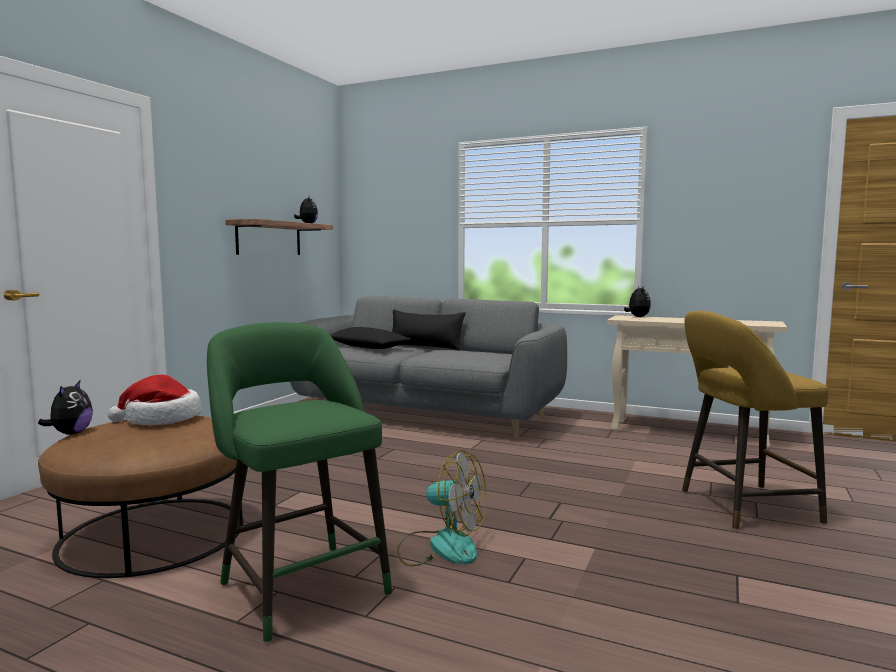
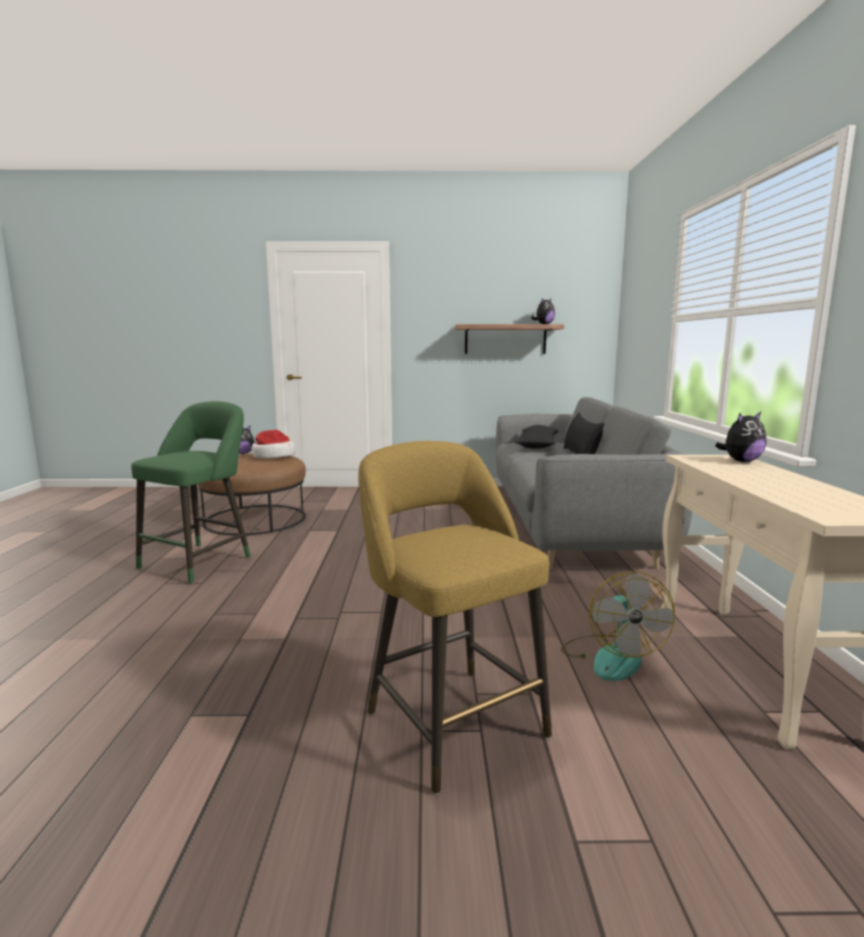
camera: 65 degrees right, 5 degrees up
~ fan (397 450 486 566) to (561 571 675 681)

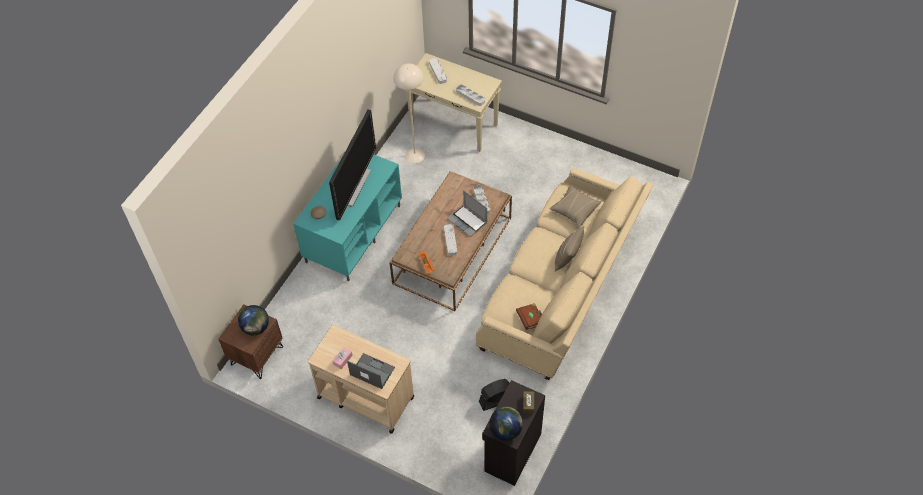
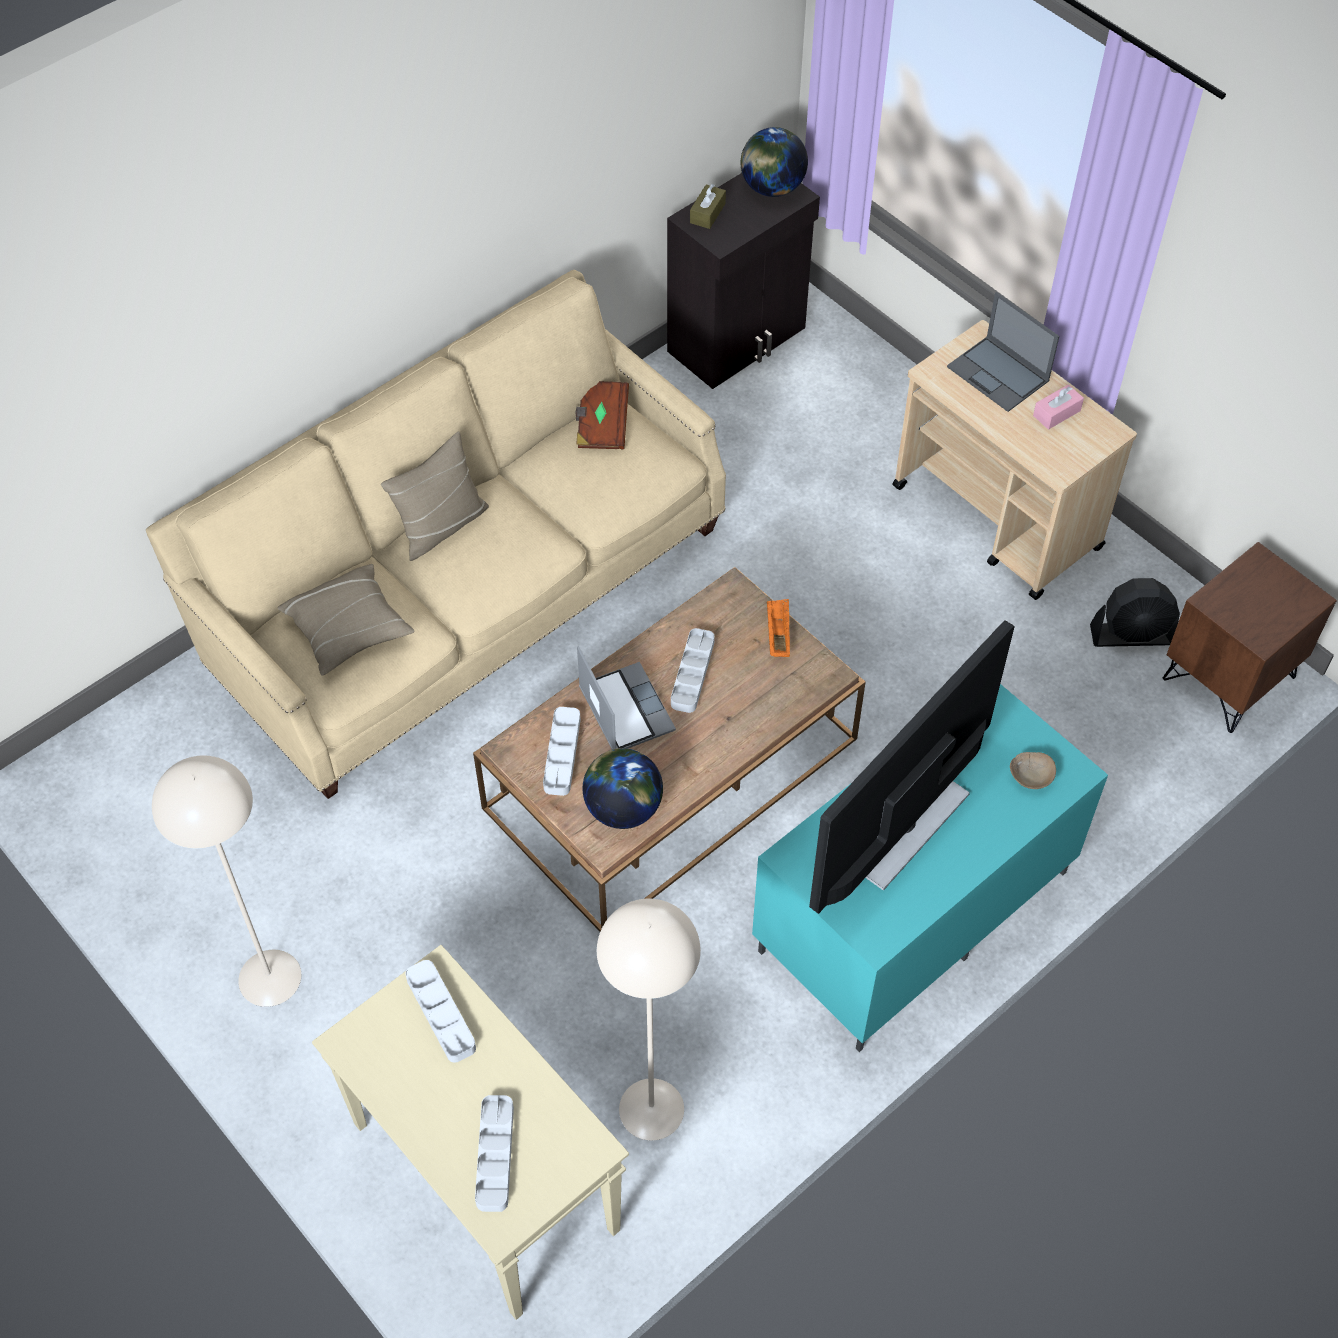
camera: 160 degrees left, 0 degrees up
+ beige floor lamp (152 756 301 1007)
~ globe (238 305 269 335) to (583 748 663 829)
~ black fan (479 379 509 411) to (1090 578 1180 647)

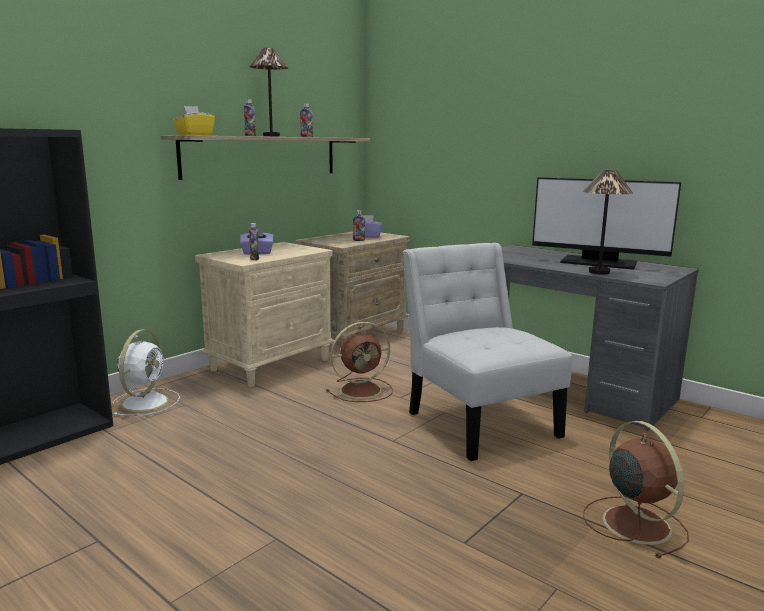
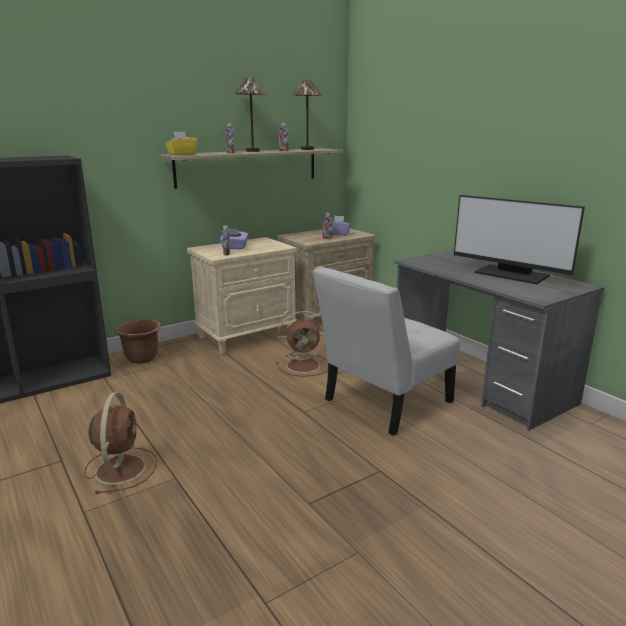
camera: 15 degrees right, 5 degrees up
~ brown fan (583 421 689 558) to (84 392 157 494)
~ white fan (112 329 180 416) to brown planter (115 319 161 364)
~ table lamp (583 170 633 275) to (293 80 322 150)
~ white chair (403 243 572 461) = (313 266 460 436) 120 degrees counterclockwise

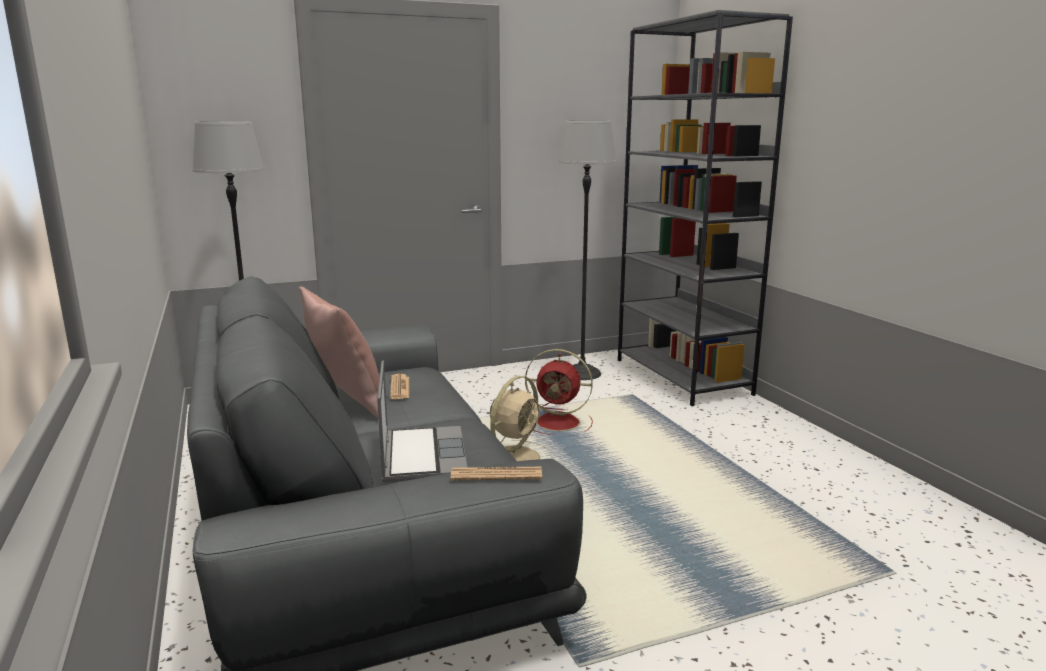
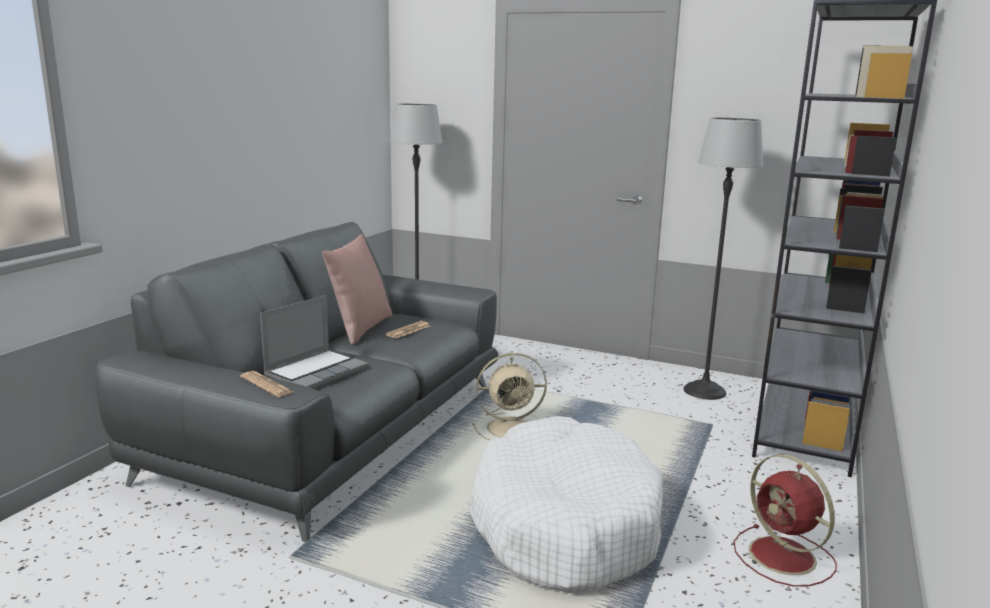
camera: 45 degrees right, 0 degrees up
+ white dog bed (469 416 663 593)
~ red fan (525 349 593 435) to (733 454 837 587)

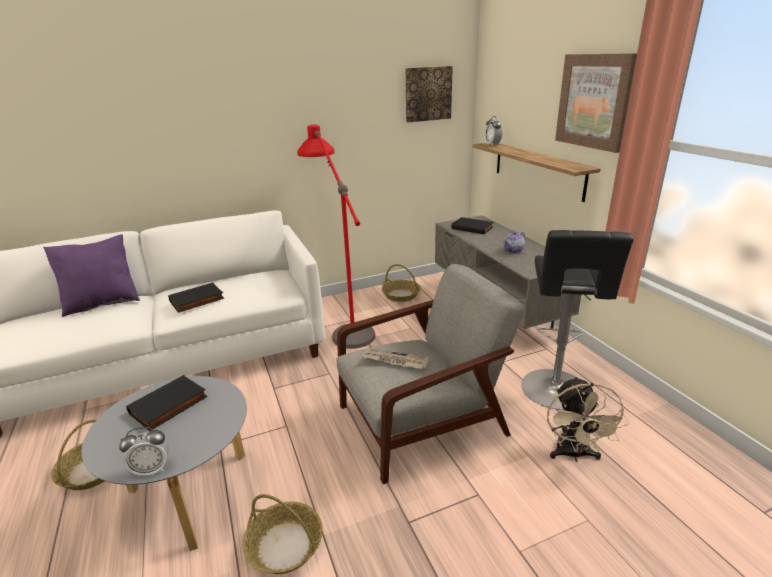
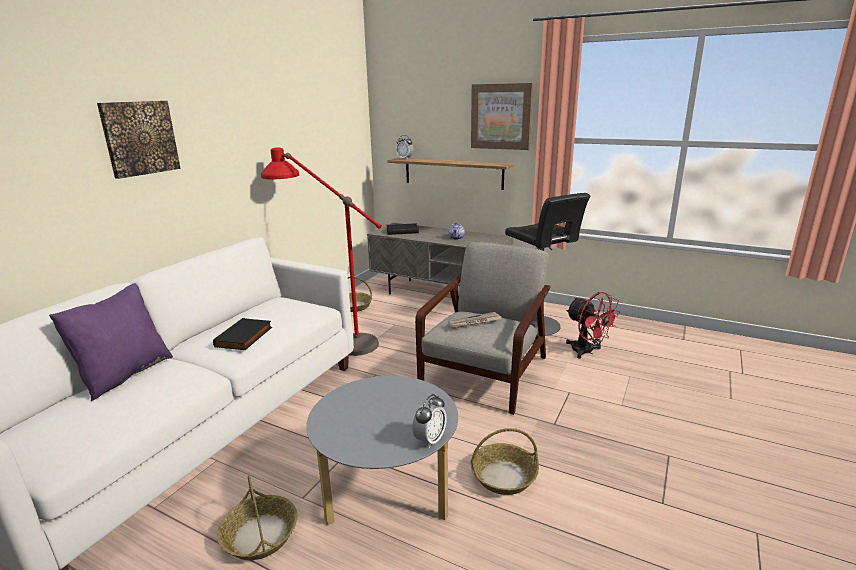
camera: 40 degrees left, 5 degrees down
~ picture (405 66 453 122) to (97 101 181 179)
~ beige fan (547 376 629 462) to red fan (566 292 619 359)
- black book (126 375 207 431)

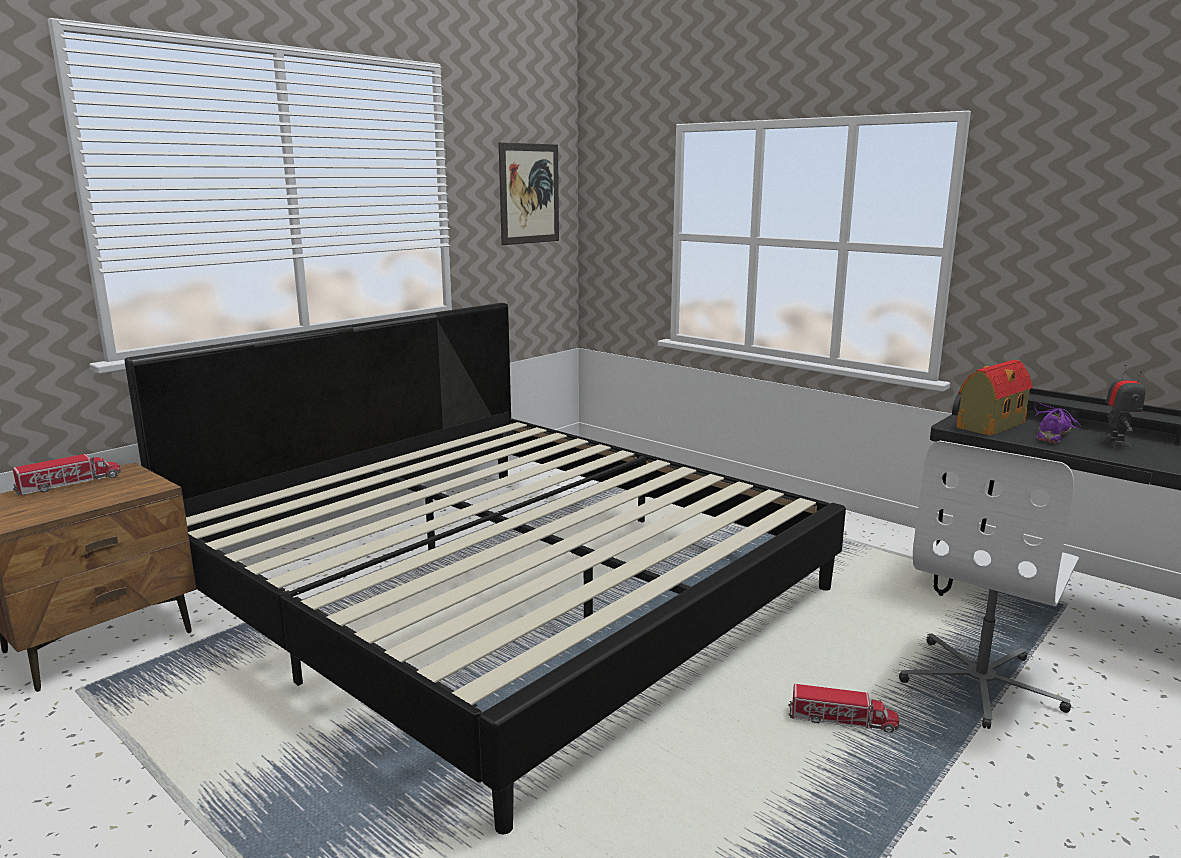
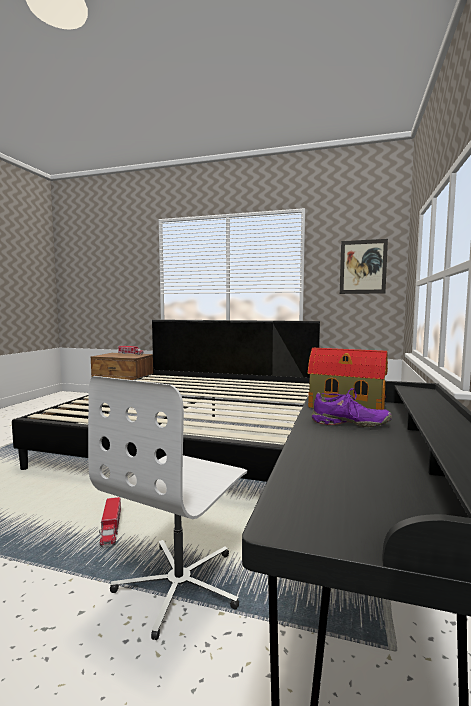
camera: 65 degrees right, 10 degrees down
~ white office chair (899 441 1079 729) = (88 376 247 640) 75 degrees counterclockwise
- toy robot (1105 365 1146 448)

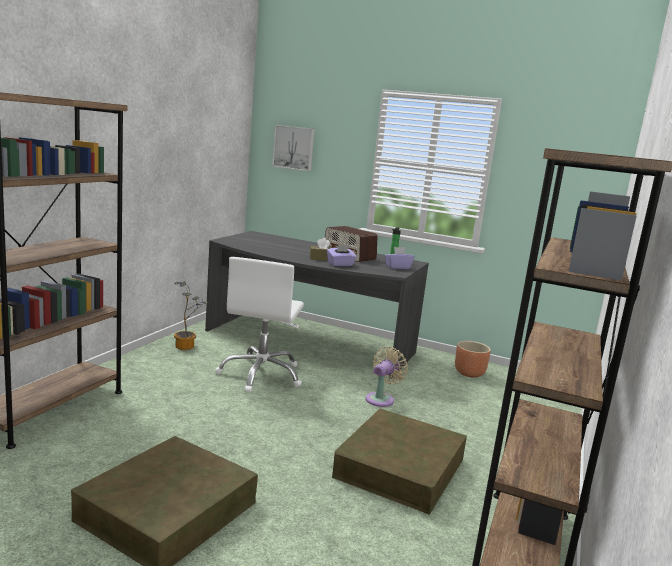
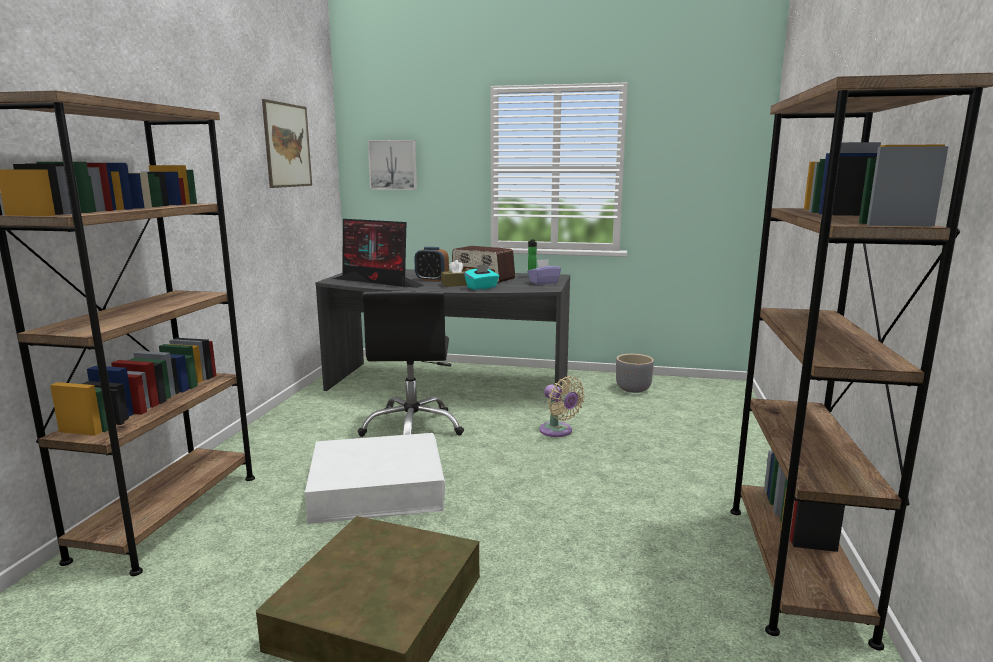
camera: 10 degrees left, 0 degrees up
+ picture (262 99 312 188)
+ white storage box (304 433 445 524)
+ monitor (333 219 425 288)
~ white office chair (215 257 304 393) to black office chair (358 291 464 437)
+ alarm clock (414 247 449 281)
~ purple tissue box (327 245 357 266) to turquoise tissue box (464 264 499 290)
~ beige fan (365 347 408 407) = (539 376 585 437) 120 degrees clockwise
~ brown planter (455 341 491 378) to grey planter (616 354 654 393)
- potted plant (174 281 208 350)
- brown storage box (332 409 467 515)

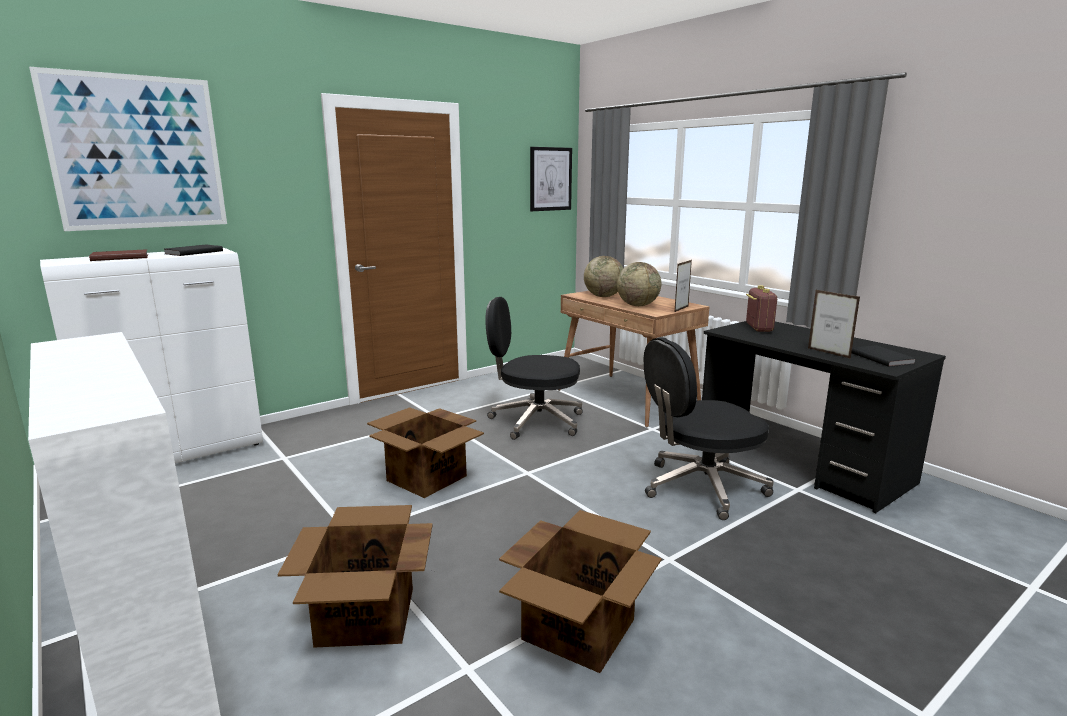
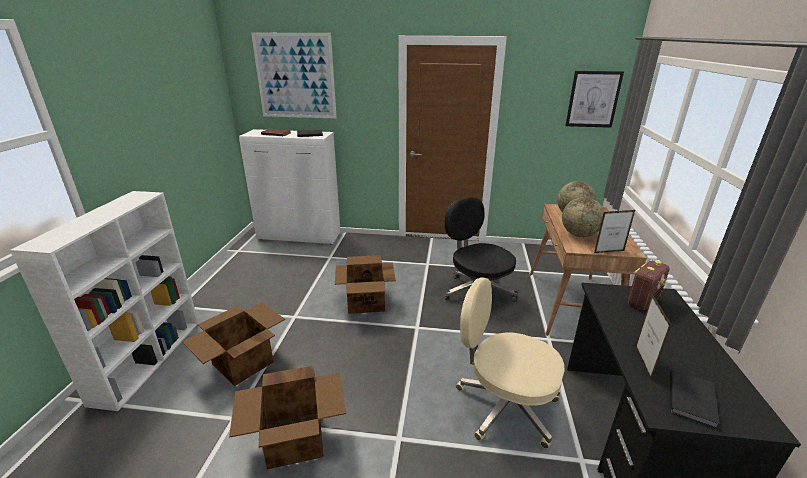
camera: 45 degrees right, 10 degrees up
~ black office chair (644 337 774 520) to beige office chair (456 277 564 449)

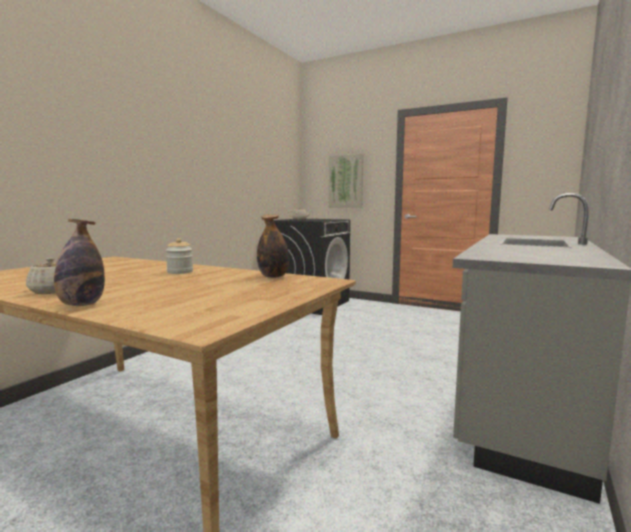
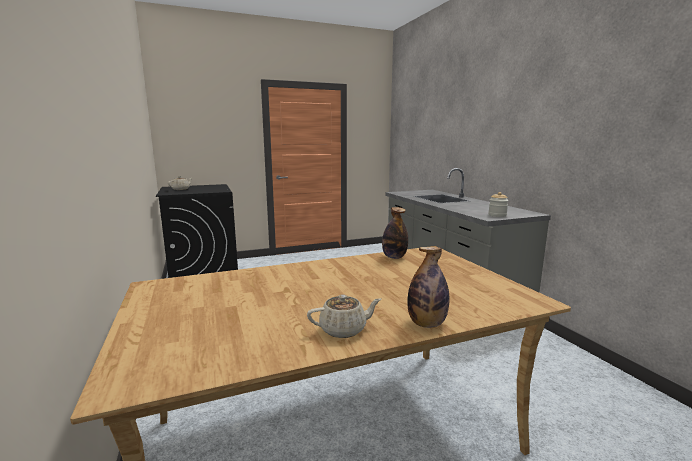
camera: 50 degrees left, 5 degrees up
~ jar (166 238 193 274) to (488 192 509 217)
- picture (329 154 364 208)

